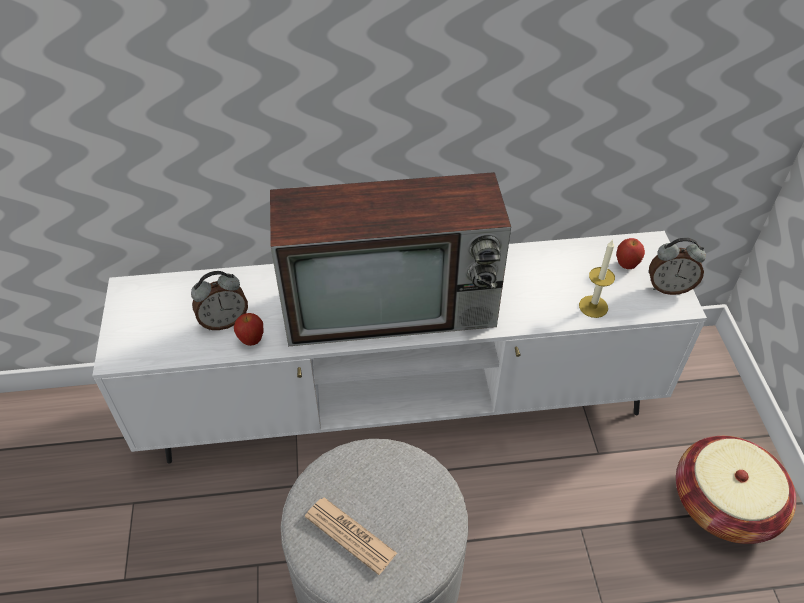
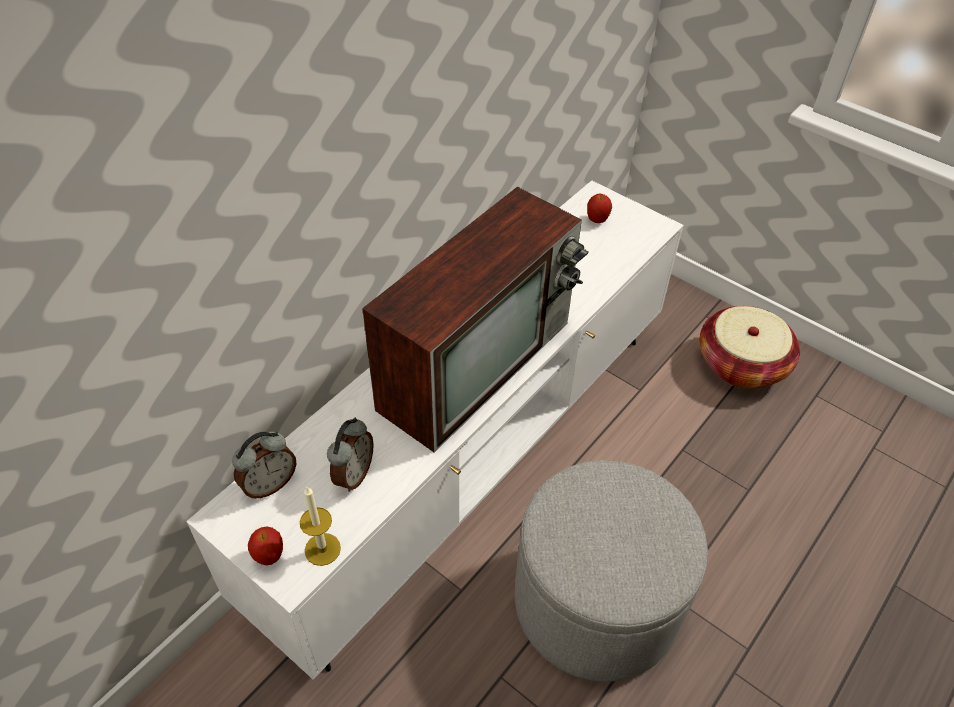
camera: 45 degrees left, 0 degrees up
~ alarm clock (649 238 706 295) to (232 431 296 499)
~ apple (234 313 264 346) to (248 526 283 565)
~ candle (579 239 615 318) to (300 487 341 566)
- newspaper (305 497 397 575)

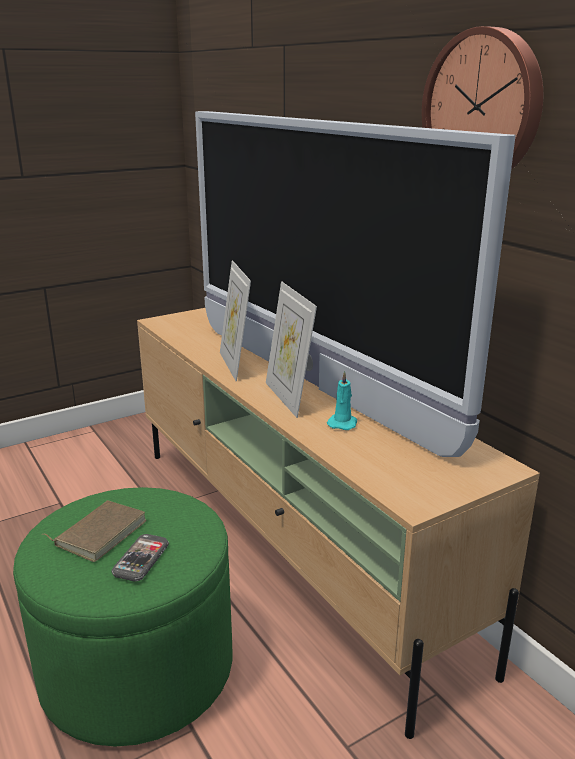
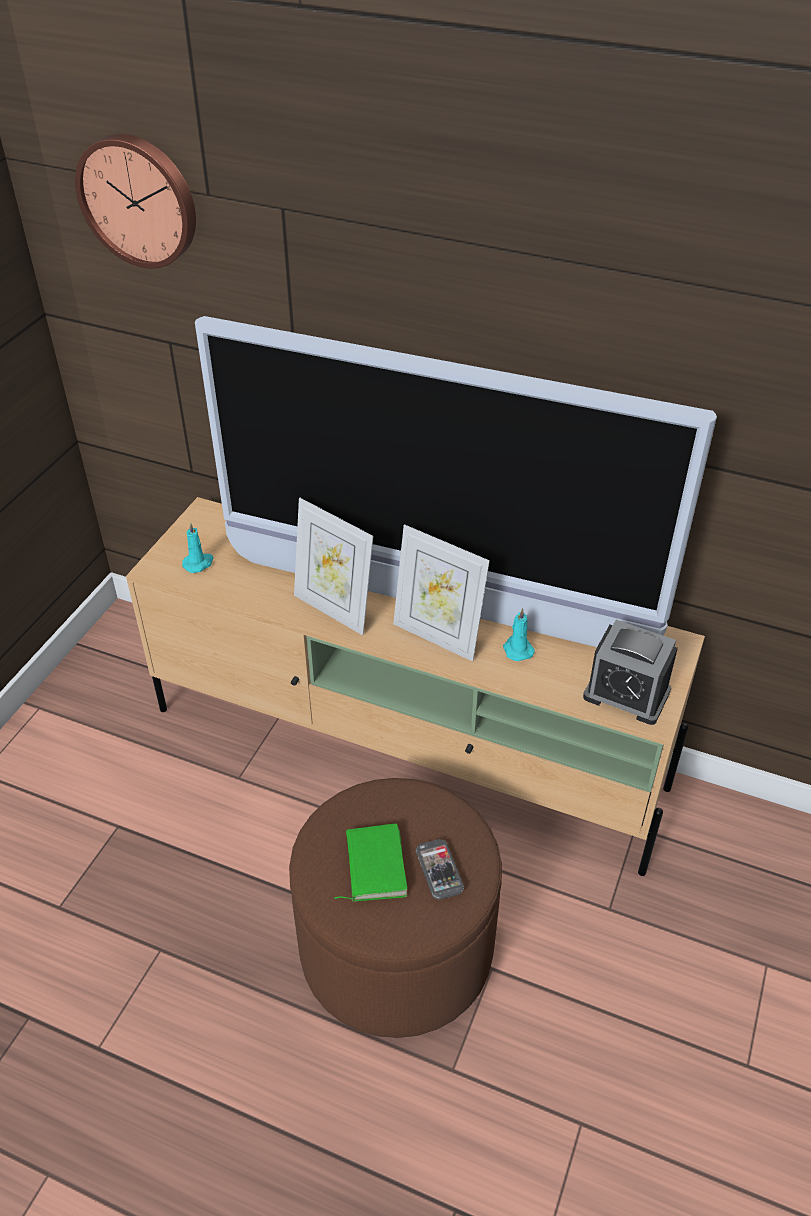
camera: 35 degrees left, 20 degrees up
~ wall clock (422 26 543 170) to (75 134 196 269)
+ turquoise candle (182 522 214 573)
~ green ottoman (13 487 233 747) to brown ottoman (289 778 502 1038)
~ brown book (41 500 146 562) to green book (334 824 408 902)
+ alarm clock (583 620 678 725)

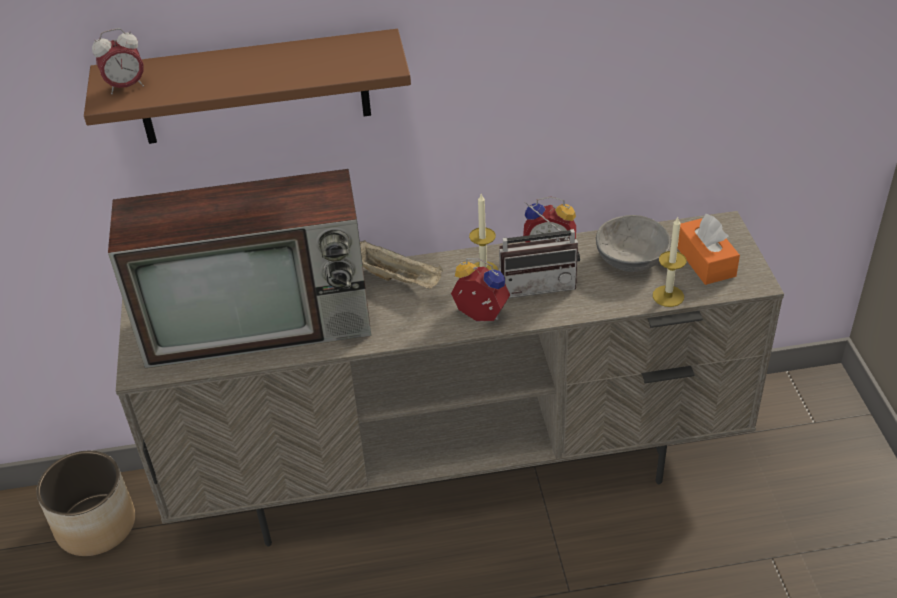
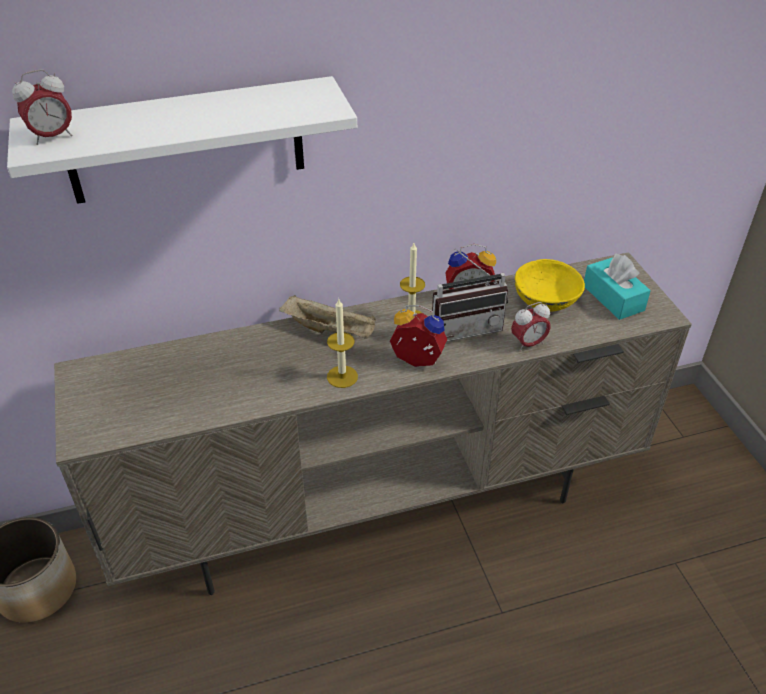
camera: 10 degrees left, 0 degrees up
~ brown shelf (84 29 411 144) to white shelf (7 76 357 204)
~ candle (653 216 686 307) to (327 299 358 388)
+ alarm clock (511 302 551 351)
~ grey bowl (596 215 671 272) to yellow bowl (515 259 585 312)
~ orange tissue box (678 214 740 285) to turquoise tissue box (584 254 651 320)
- television (108 169 371 368)

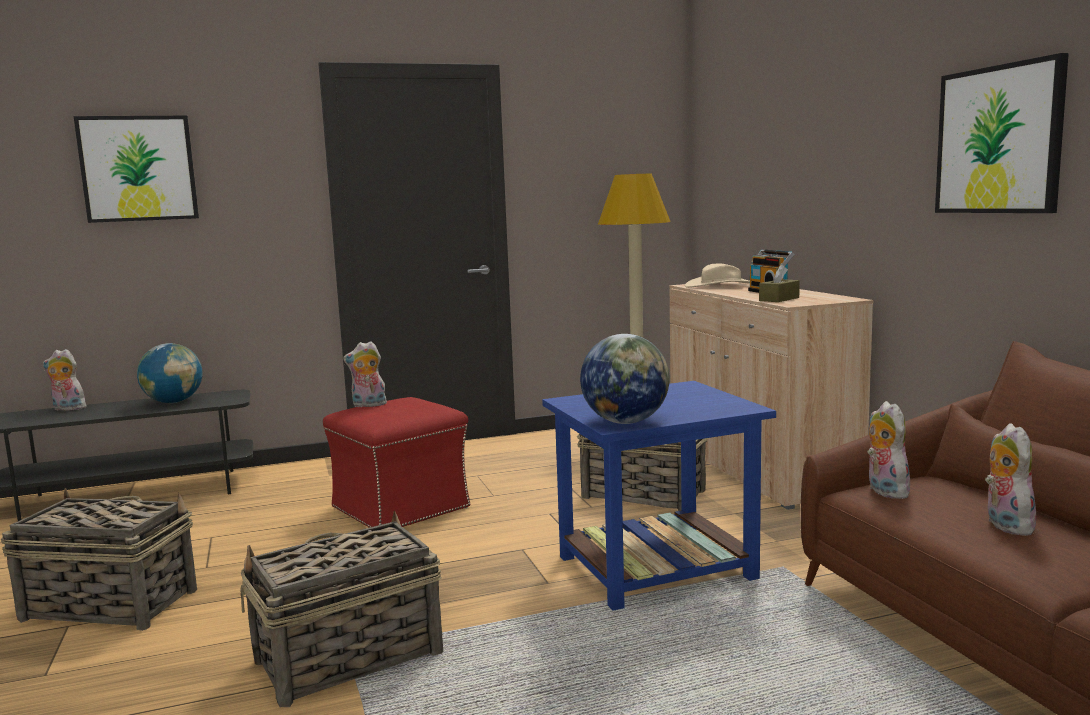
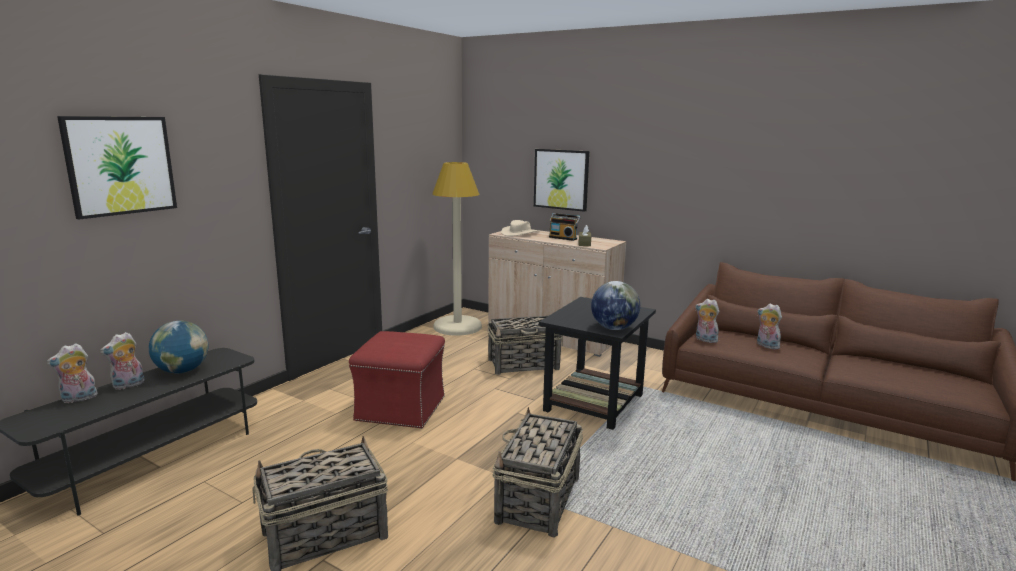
camera: 40 degrees left, 5 degrees up
~ plush toy (343 341 387 408) to (100 332 144 390)
~ picture (935 53 1069 213) to (534 149 589 212)
~ blue side table (542 381 776 611) to black side table (539 297 656 430)

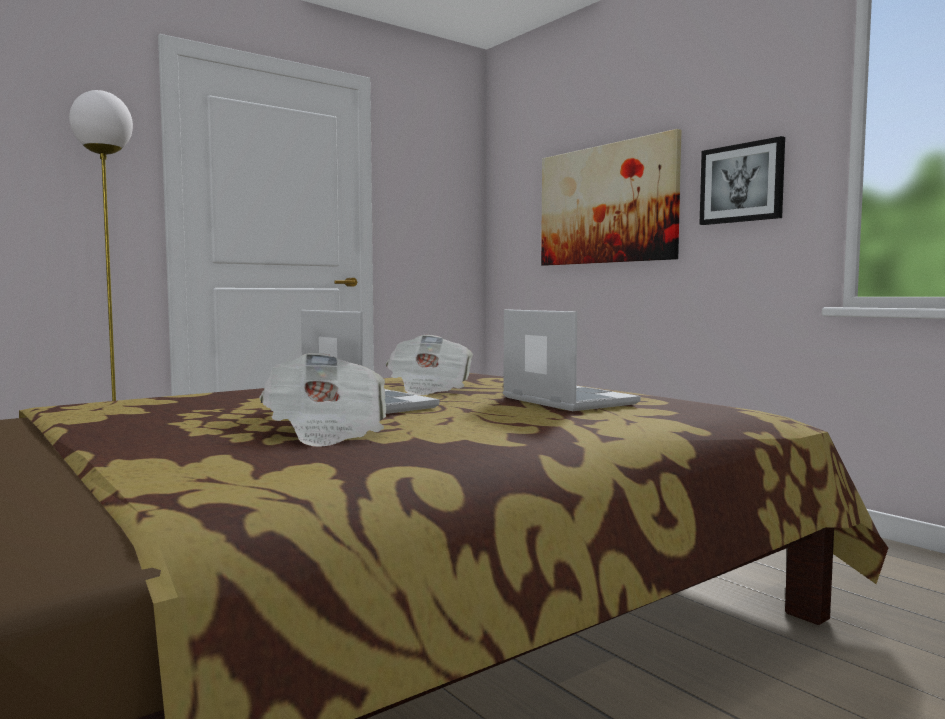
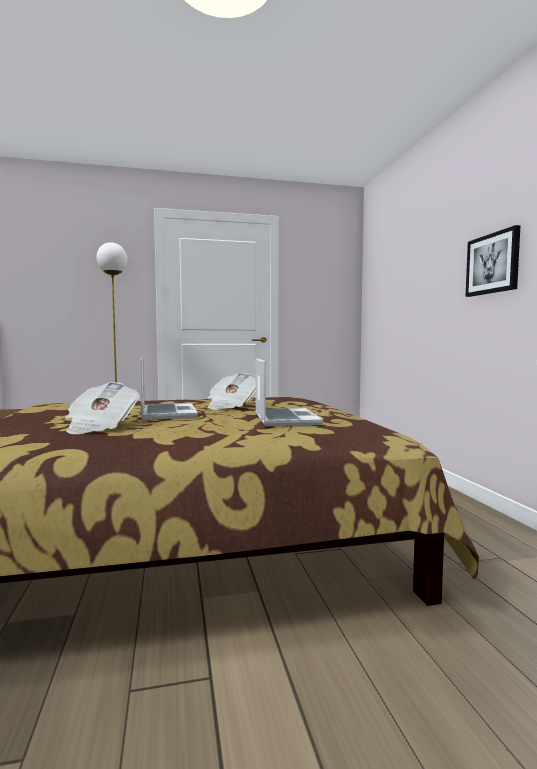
camera: 25 degrees right, 0 degrees up
- picture (541 129 682 266)

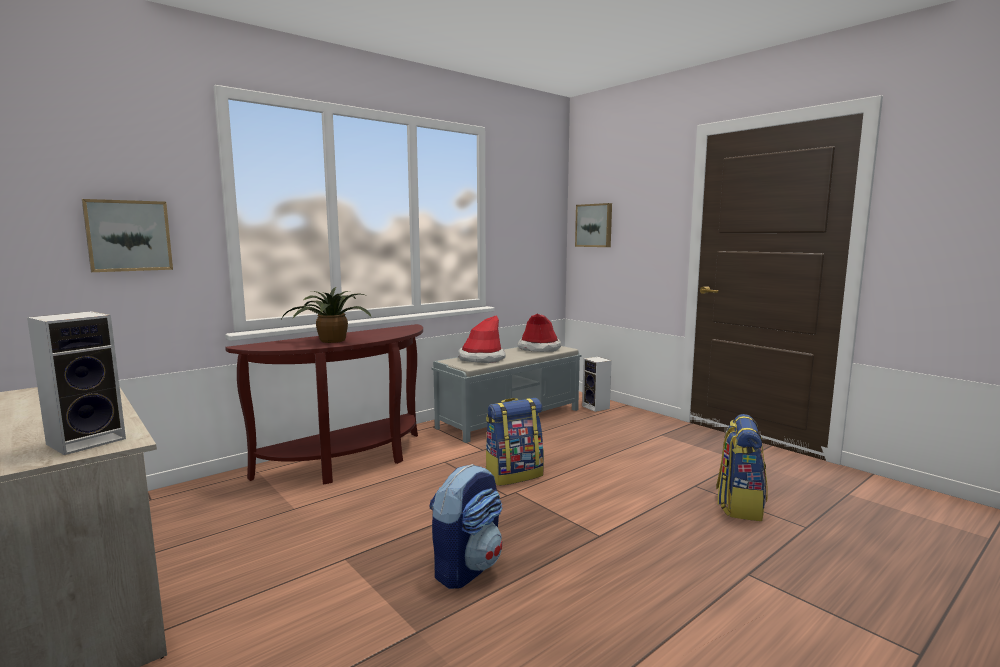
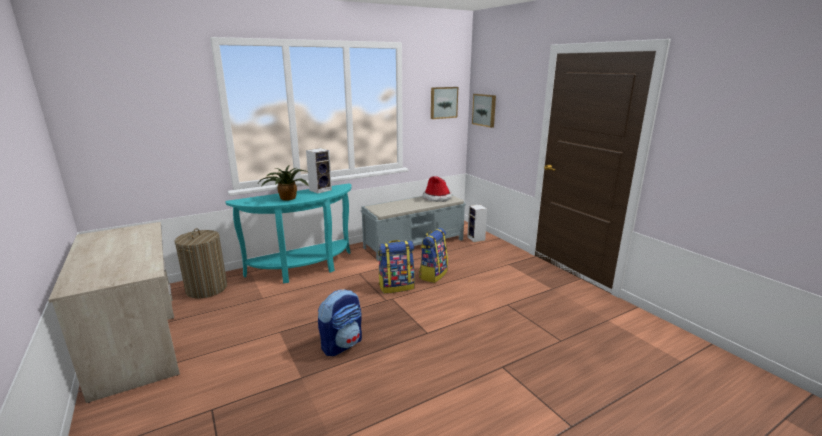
camera: 10 degrees right, 10 degrees up
+ laundry basket (174 228 227 298)
~ brown console table (225 324 423 484) to turquoise console table (225 183 352 283)
~ speaker (27 311 126 455) to (306 148 332 193)
~ backpack (716 414 768 521) to (419 228 448 283)
~ picture (82 199 173 272) to (431 87 458 119)
- hat (458 315 506 363)

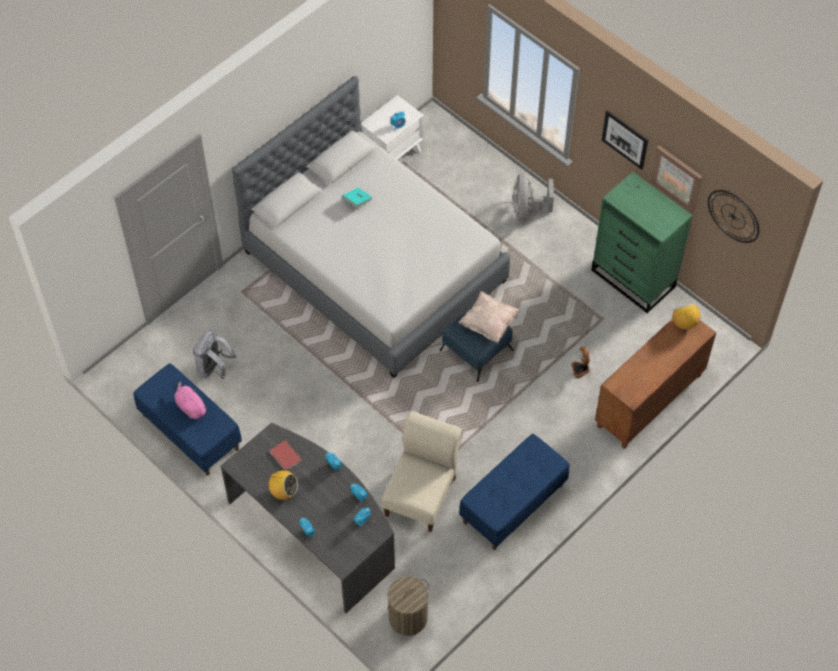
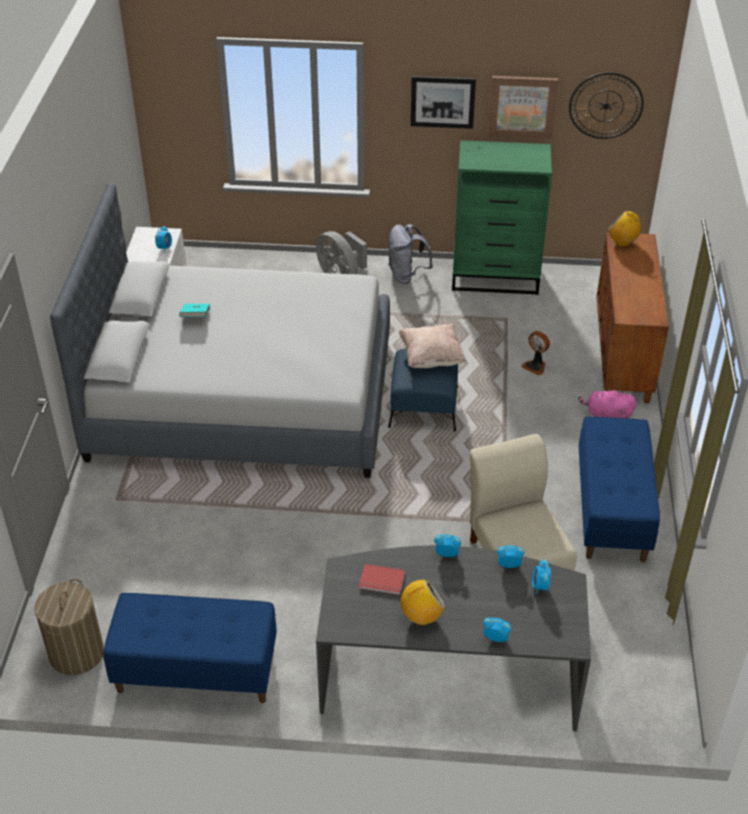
camera: 40 degrees left, 15 degrees down
~ laundry basket (387 577 429 636) to (34 579 104 675)
~ grey backpack (193 331 236 379) to (388 224 433 284)
~ pink plush toy (175 381 207 419) to (578 388 636 418)

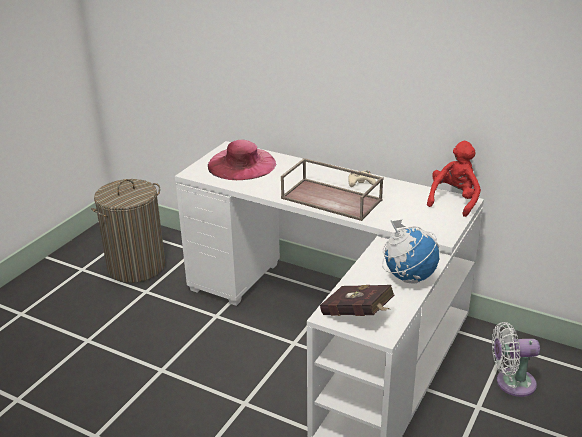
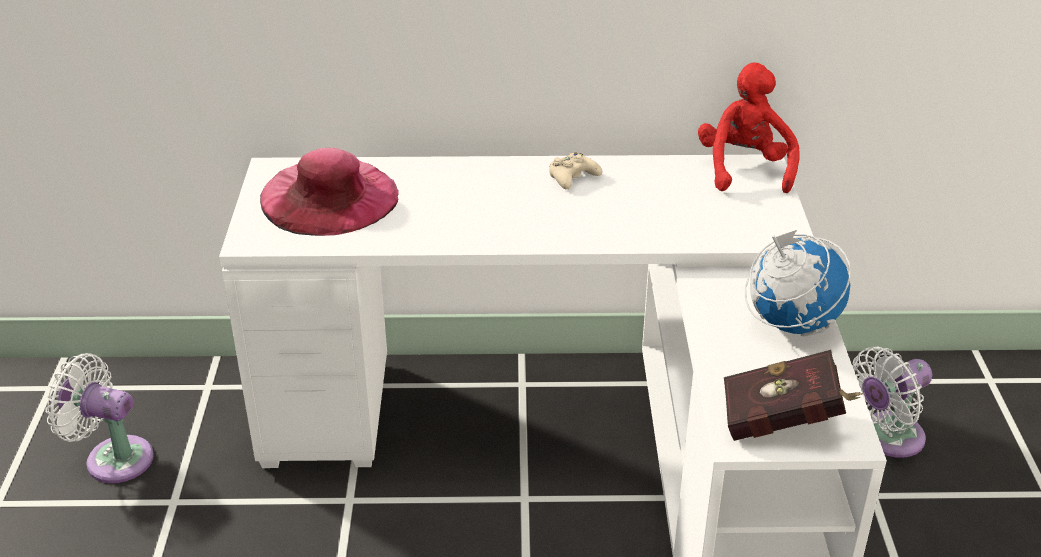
camera: 30 degrees left, 5 degrees up
~ laundry basket (91 179 165 283) to white fan (45 353 154 483)
- brown tray (281 158 384 221)

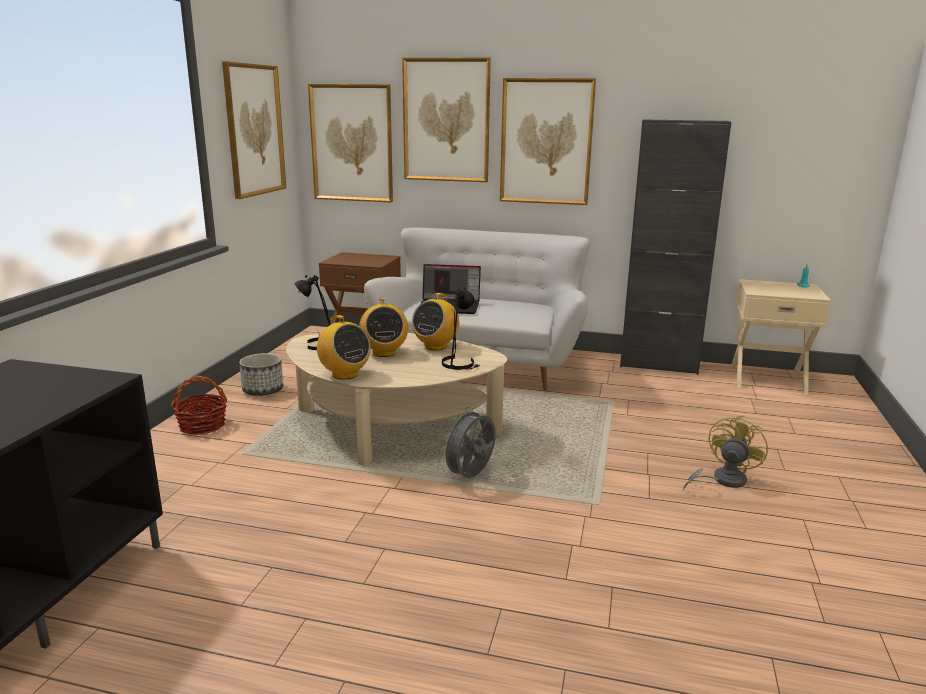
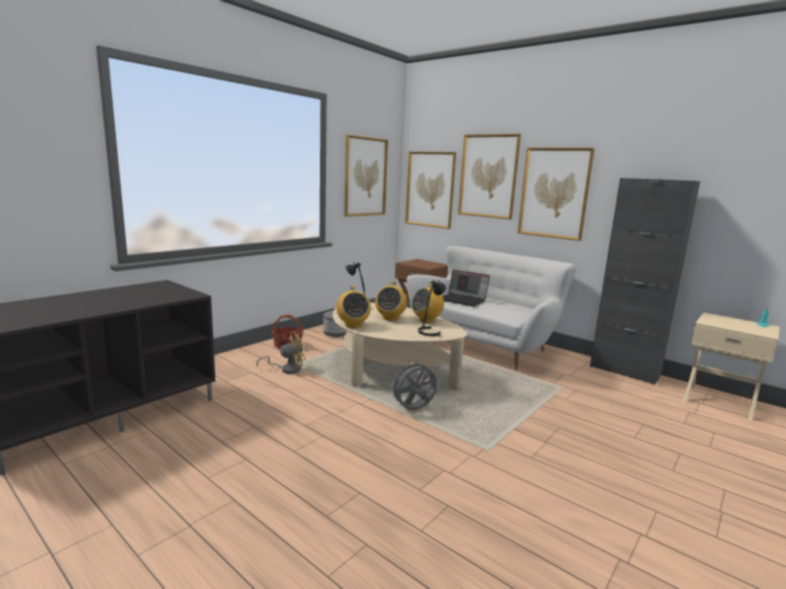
camera: 25 degrees right, 5 degrees down
~ yellow fan (683 415 768 491) to (257 331 306 374)

